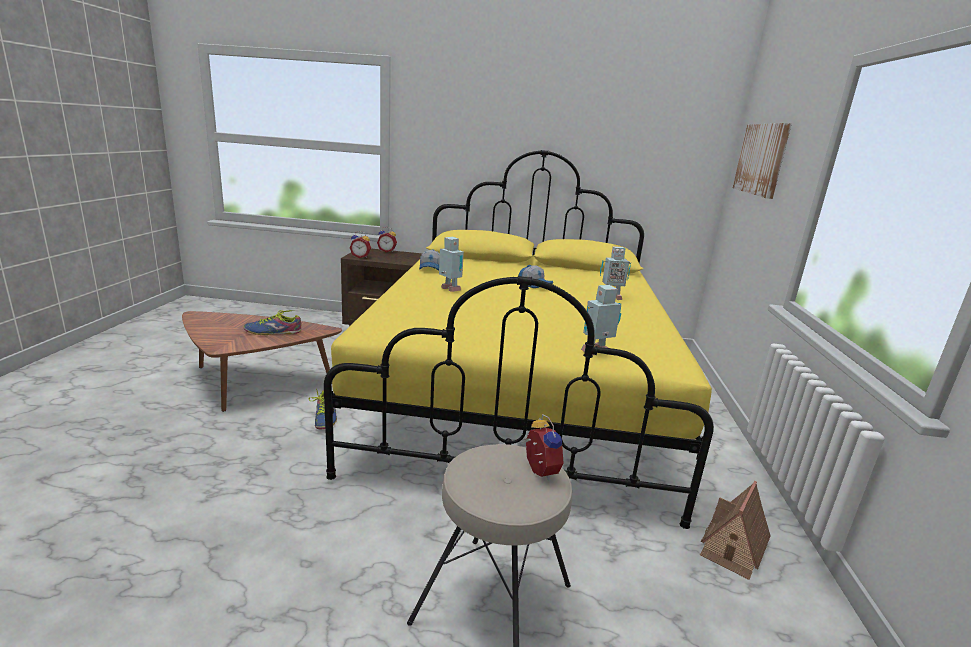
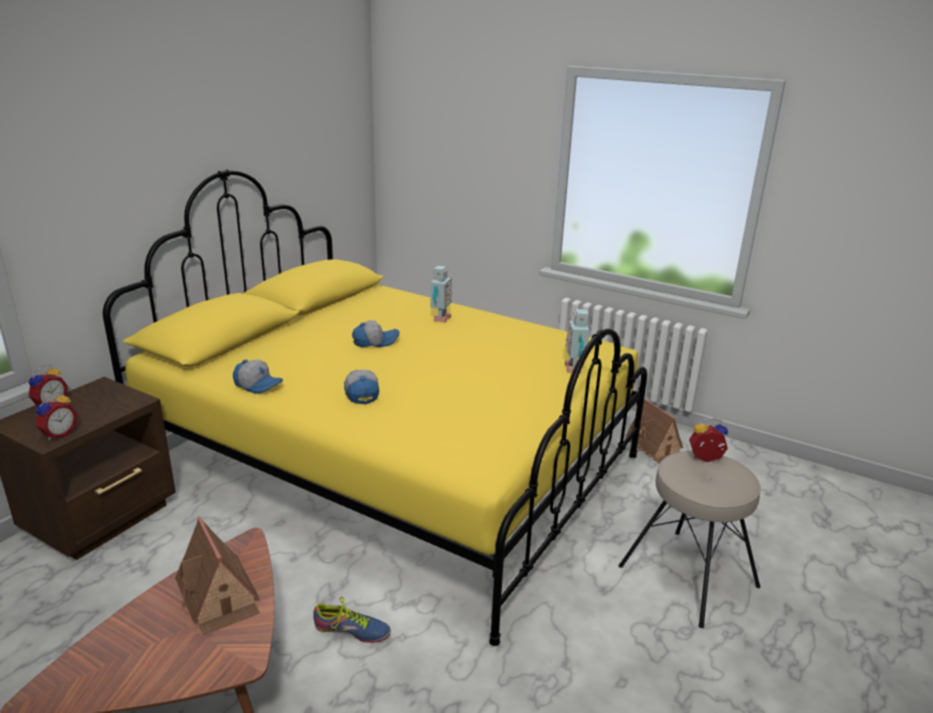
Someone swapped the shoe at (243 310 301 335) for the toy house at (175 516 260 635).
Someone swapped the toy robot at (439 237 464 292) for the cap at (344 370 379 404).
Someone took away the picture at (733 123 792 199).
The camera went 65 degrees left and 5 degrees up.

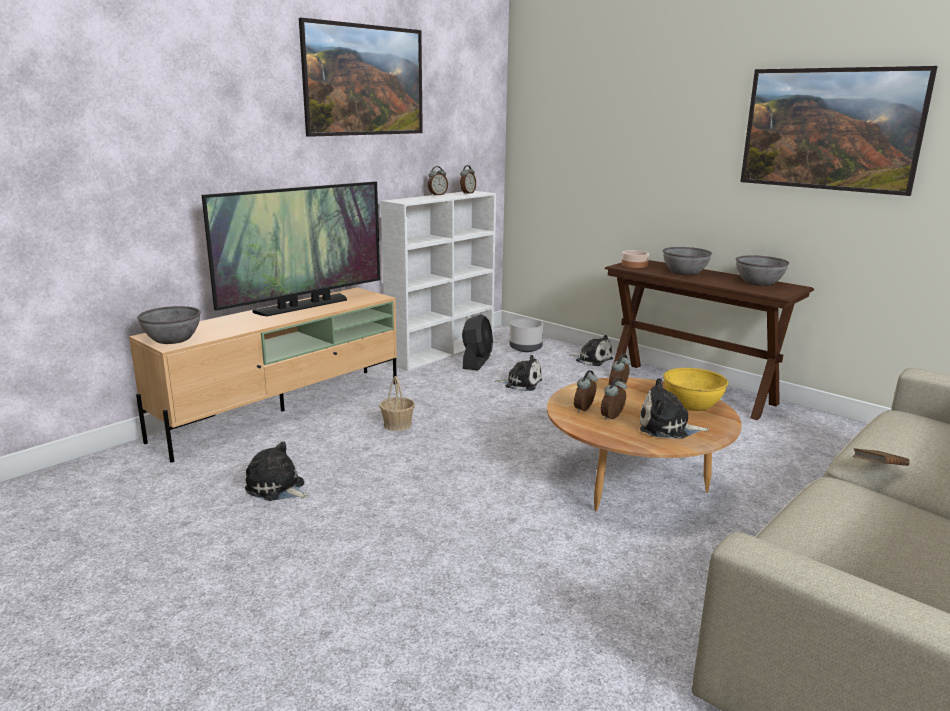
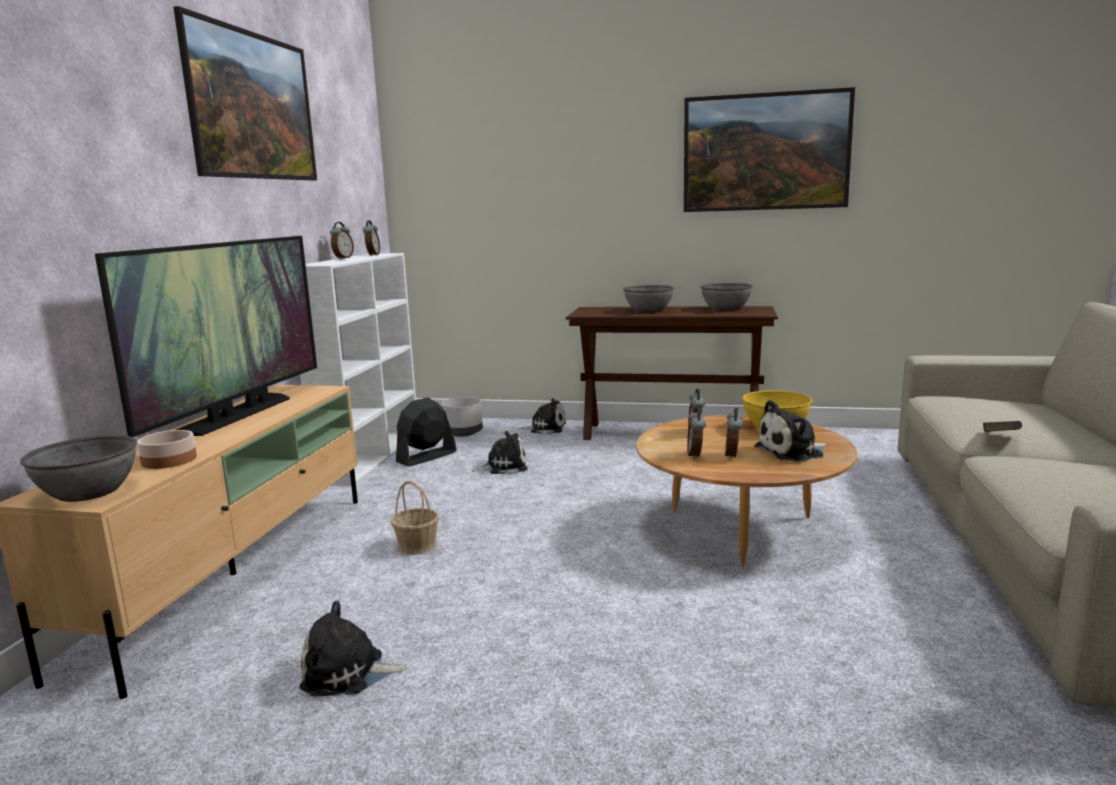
Someone rotated the black fan at (462 314 493 370) by 120 degrees counterclockwise.
Someone carried the bowl from (622 250 649 268) to (137 430 197 469).
The camera went 30 degrees left and 5 degrees down.

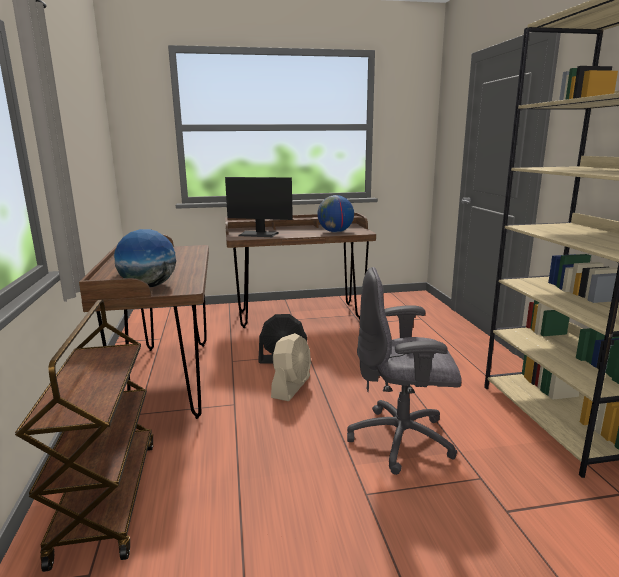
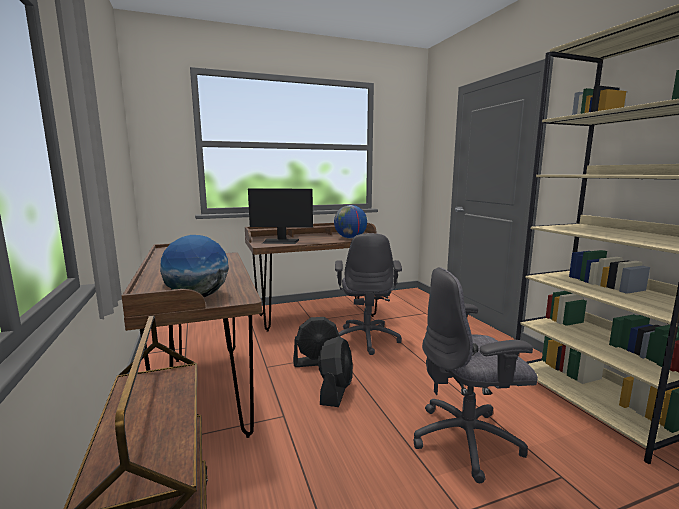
Someone repainted the beige fan at (271 333 311 401), which became the black fan at (318 336 353 407).
Someone put down the grey office chair at (335 233 402 355).
The camera went 10 degrees left and 5 degrees down.

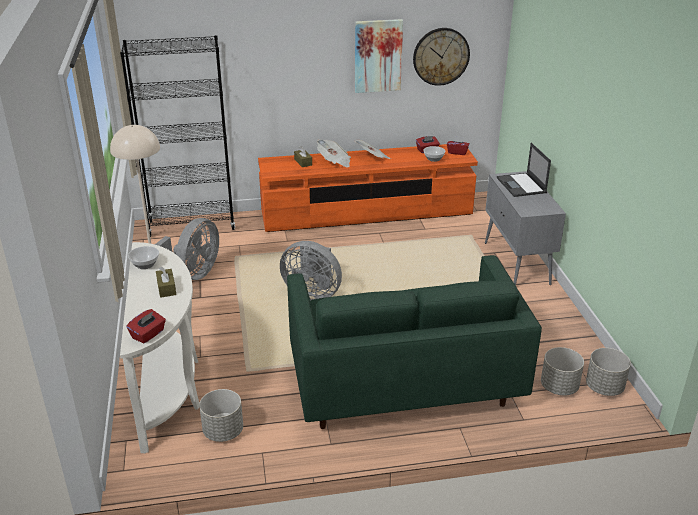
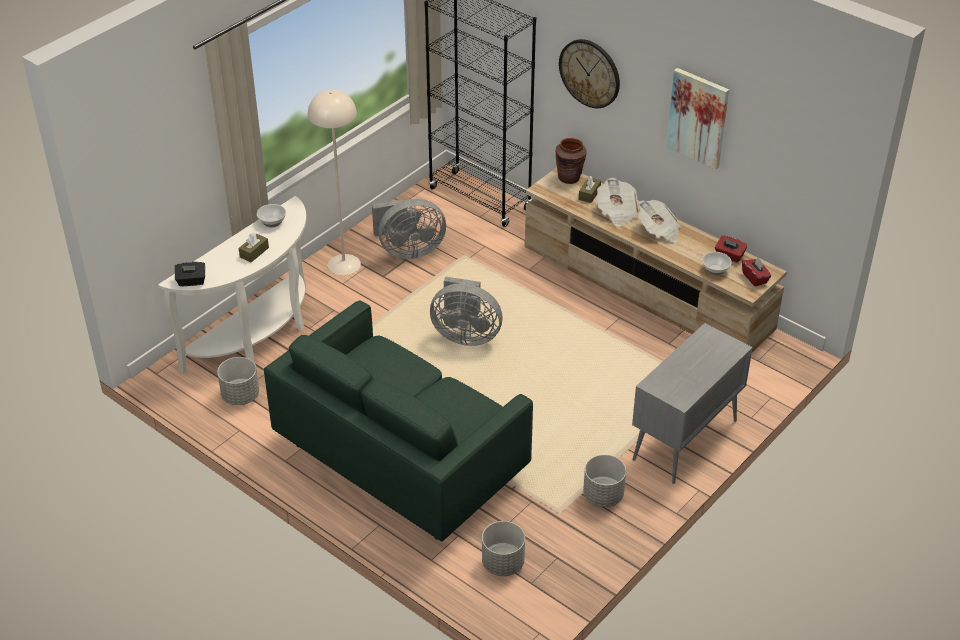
Someone repainted the red tissue box at (126 309 166 344), which became the black tissue box at (175 262 205 286).
Someone repainted the orange tv stand at (258 144 478 232), which became the beige tv stand at (525 167 787 352).
Someone rotated the grey fan at (280 241 342 301) by 60 degrees counterclockwise.
Someone carried the wall clock from (413 28 470 86) to (559 39 620 108).
Someone took away the laptop at (497 143 551 197).
Someone carried the grey planter from (586 348 631 396) to (583 455 626 507).
Someone put down the brown vase at (555 138 587 184).
The camera went 50 degrees right and 10 degrees up.

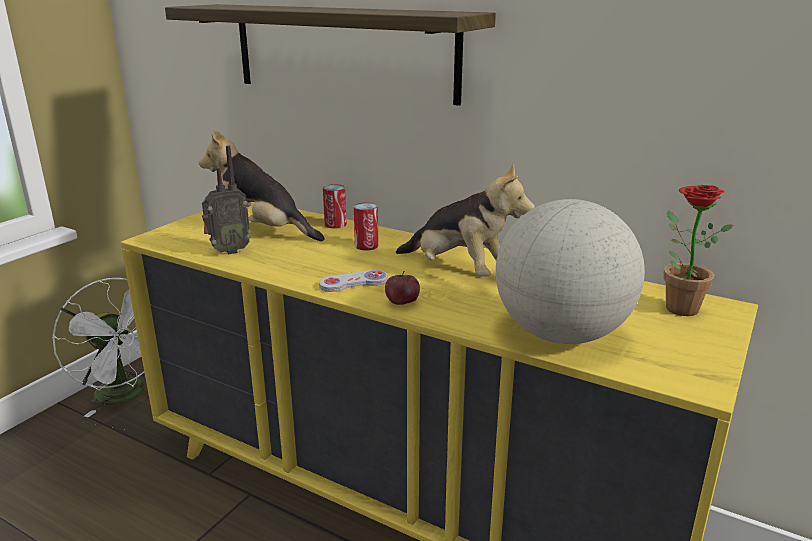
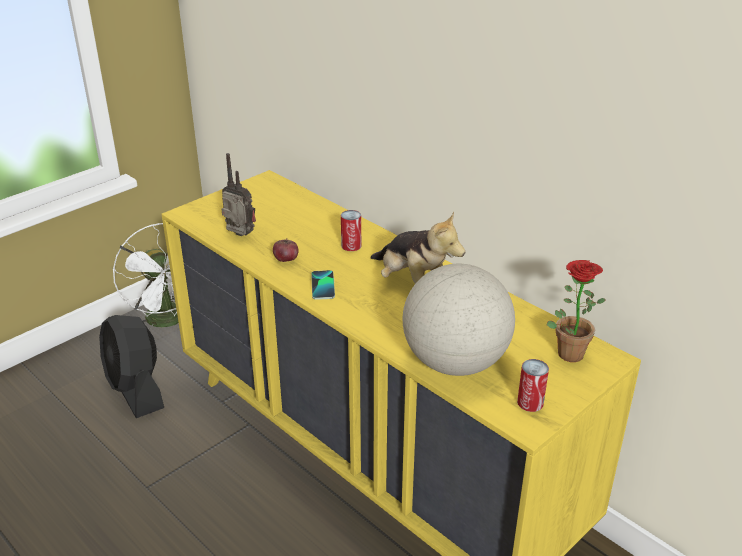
Someone took away the shelf at (165 4 496 106).
Someone took away the plush toy at (199 130 325 241).
Someone rotated the radio at (202 146 251 254) by 135 degrees counterclockwise.
Someone swapped the white game controller at (319 270 388 292) for the phone at (311 270 335 300).
Someone carried the can from (323 184 347 228) to (517 359 549 412).
Someone carried the apple from (385 271 420 305) to (273 238 299 262).
Someone put down the black fan at (99 315 164 418).
The camera went 15 degrees right and 10 degrees up.

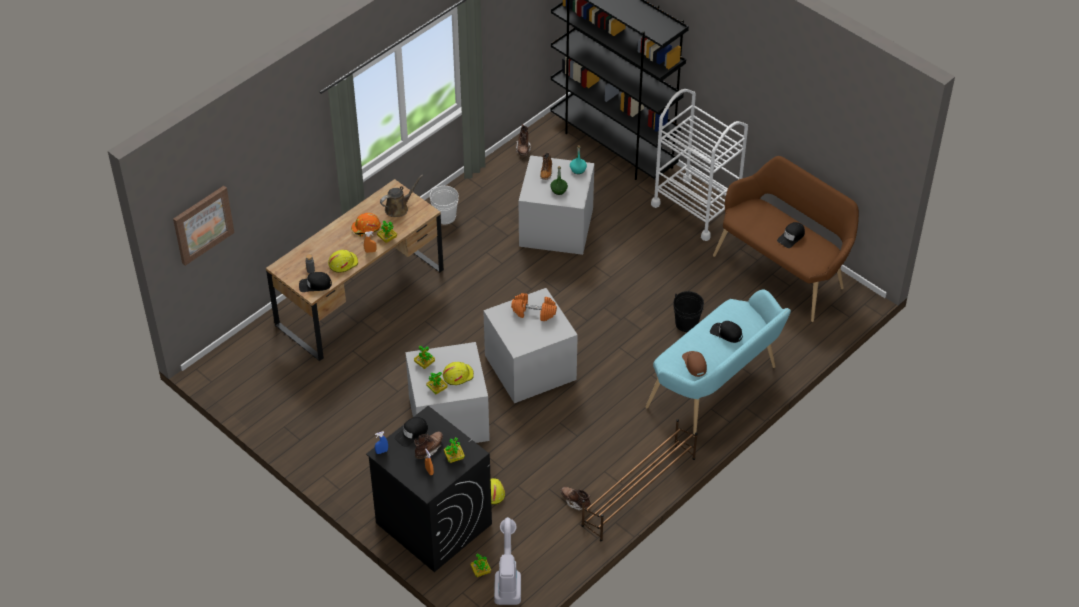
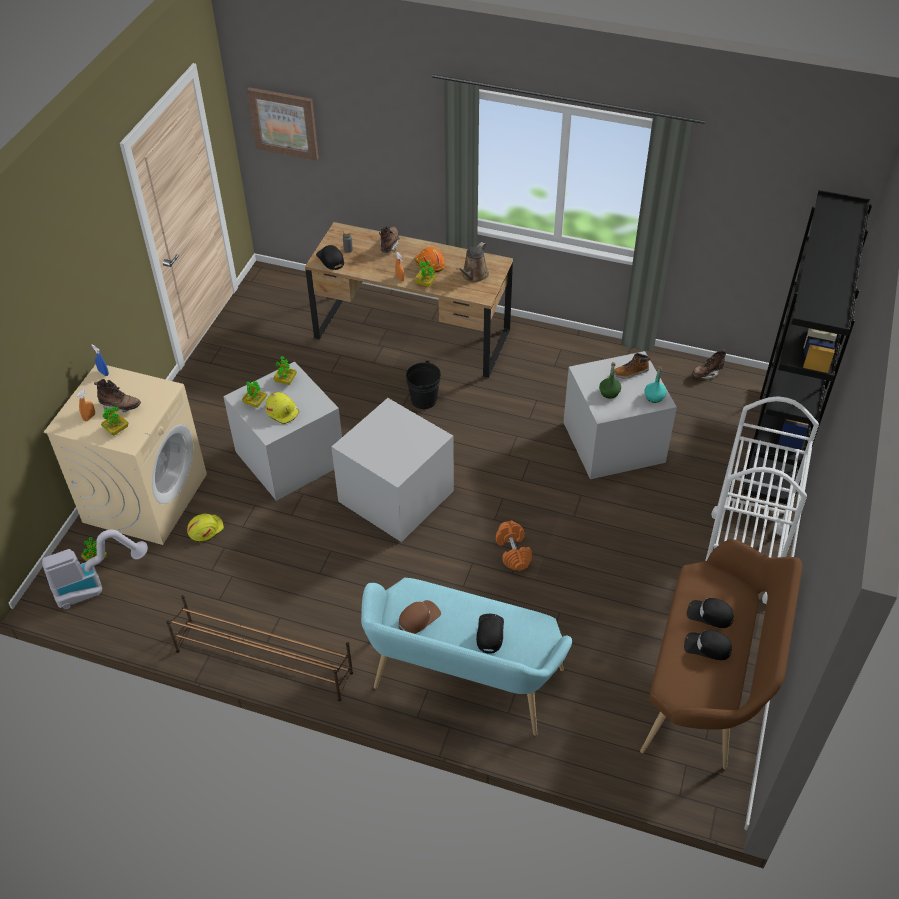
Someone took away the yellow hard hat at (328 250 358 273).
Someone repainted the black washing machine at (366 406 492 572), which became the beige washing machine at (44 365 207 545).
Someone rotated the brown watering can at (380 175 423 217) by 90 degrees clockwise.
Someone carried the black cap from (395 417 428 447) to (687 598 734 628).
Someone took away the white bucket at (430 186 459 224).
Someone carried the orange dumbbell from (511 293 557 321) to (496 521 532 571).
Someone carried the brown boot from (560 487 591 511) to (379 226 400 253).
Someone carried the black bucket from (673 291 704 332) to (406 361 441 409).
The camera went 65 degrees right and 0 degrees up.

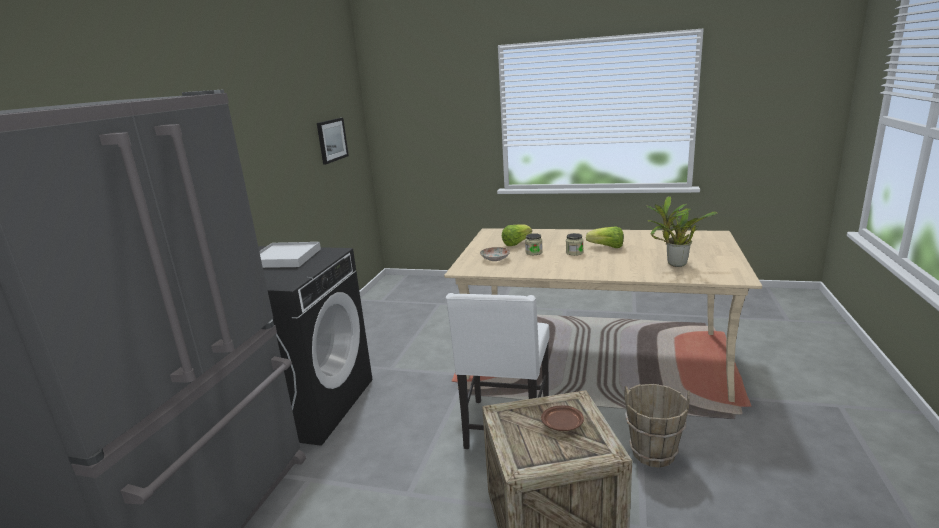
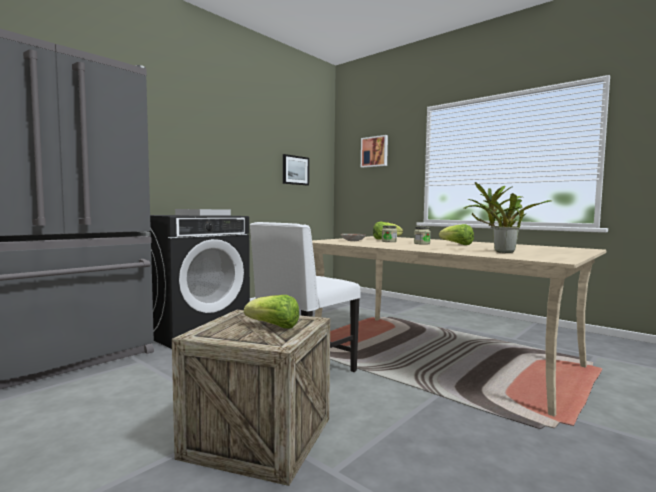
Someone swapped the brown plate at (541 405 584 431) for the lettuce at (244 295 299 328).
Someone took away the brown bucket at (624 384 690 468).
Someone put up the picture at (361 135 388 168).
The camera went 25 degrees right and 15 degrees down.

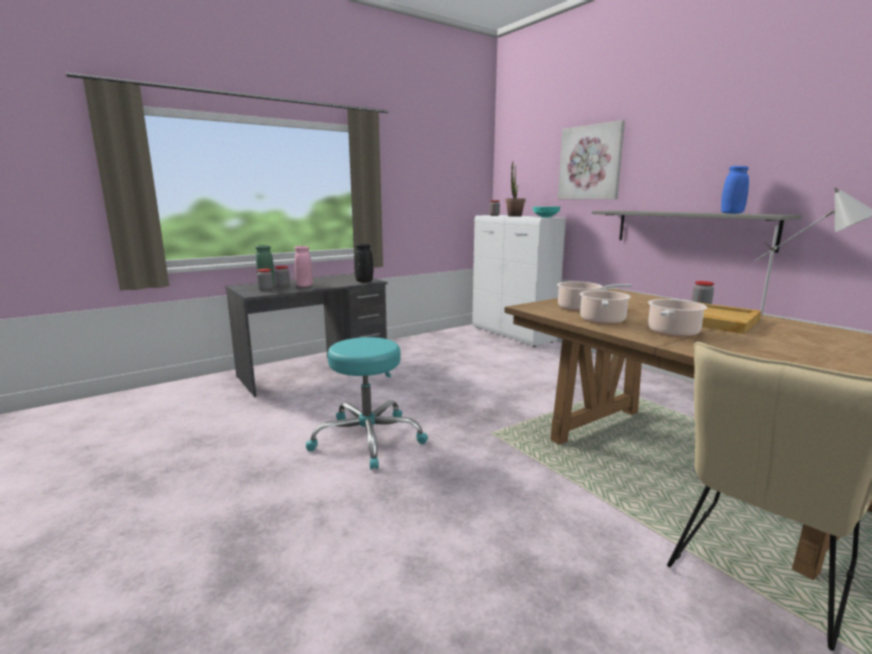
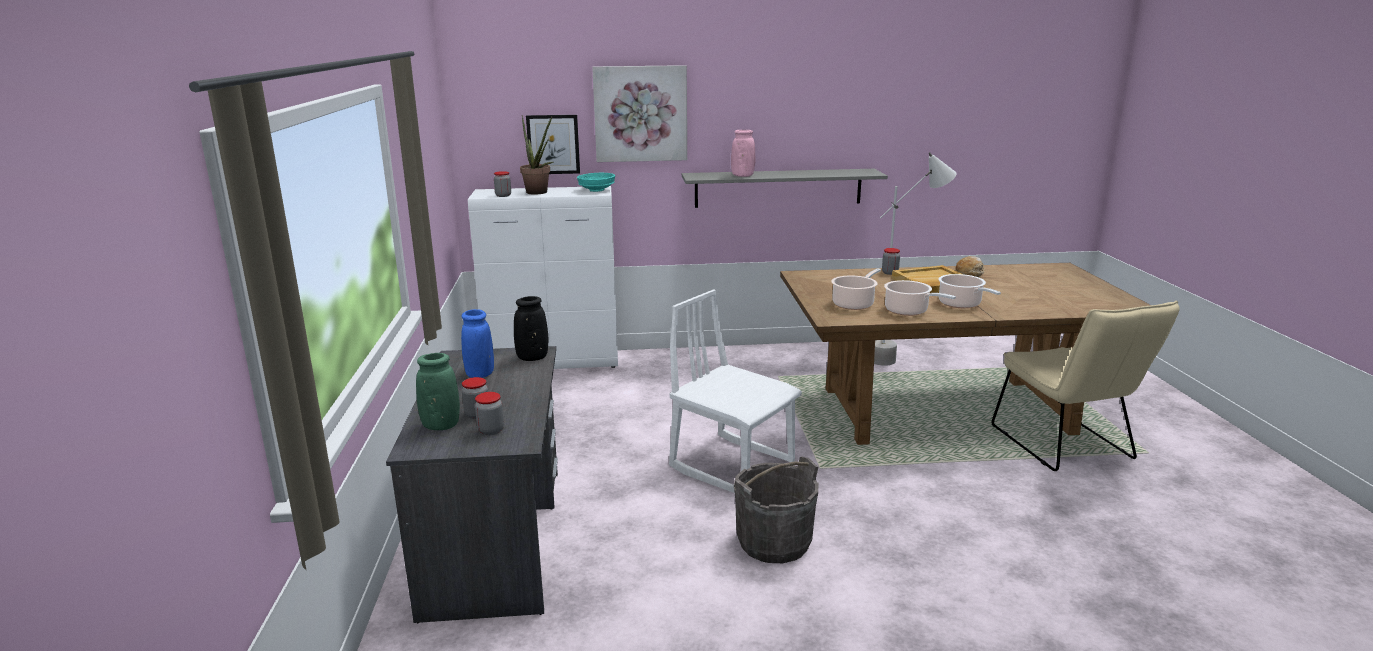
Someone carried the pink vase from (294 246 313 287) to (731 130 755 177).
Someone swapped the turquoise stool at (306 337 428 470) for the grey bucket at (734 456 819 563).
Someone carried the blue vase from (721 166 749 214) to (461 309 494 378).
Someone put up the picture at (526 115 580 174).
Someone put down the white chair at (669 290 802 493).
Someone put down the bread at (955 256 985 277).
The camera went 60 degrees left and 5 degrees up.

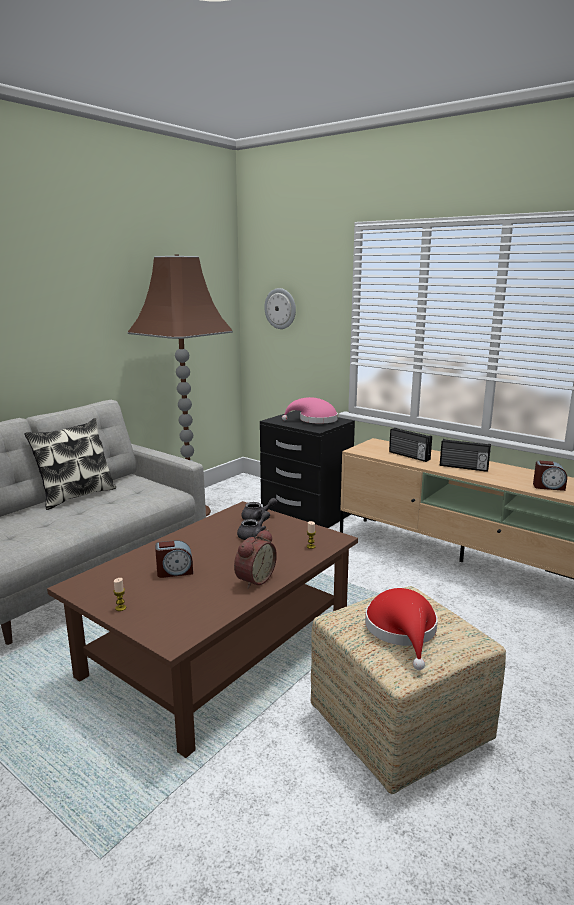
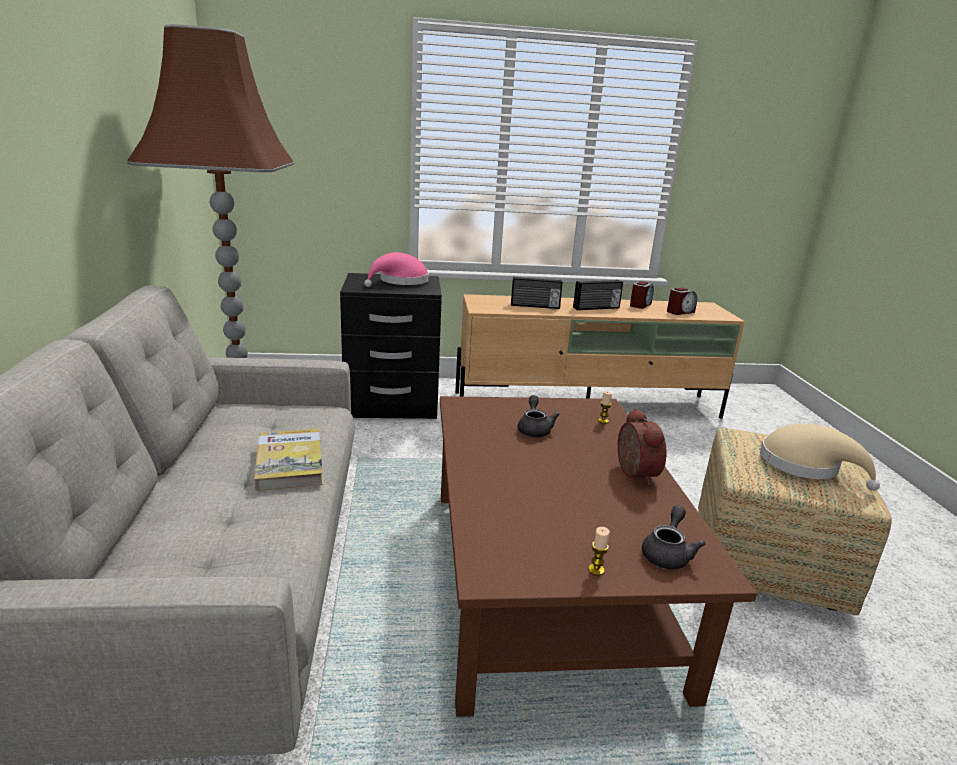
Someone took away the pillow at (24 418 116 510).
Someone carried the alarm clock from (155 540 193 578) to (630 281 654 309).
Someone carried the grey teapot from (241 498 277 521) to (642 505 706 569).
Someone took away the wall clock at (264 288 296 329).
Someone repainted the red hat at (365 588 438 670), which became the beige hat at (760 424 880 491).
Someone put down the book at (254 429 323 491).
The camera went 45 degrees left and 5 degrees up.

